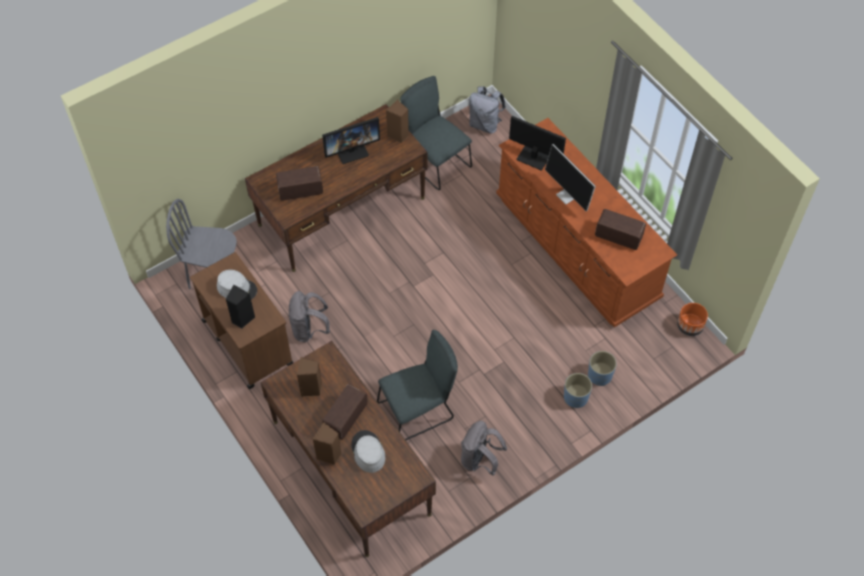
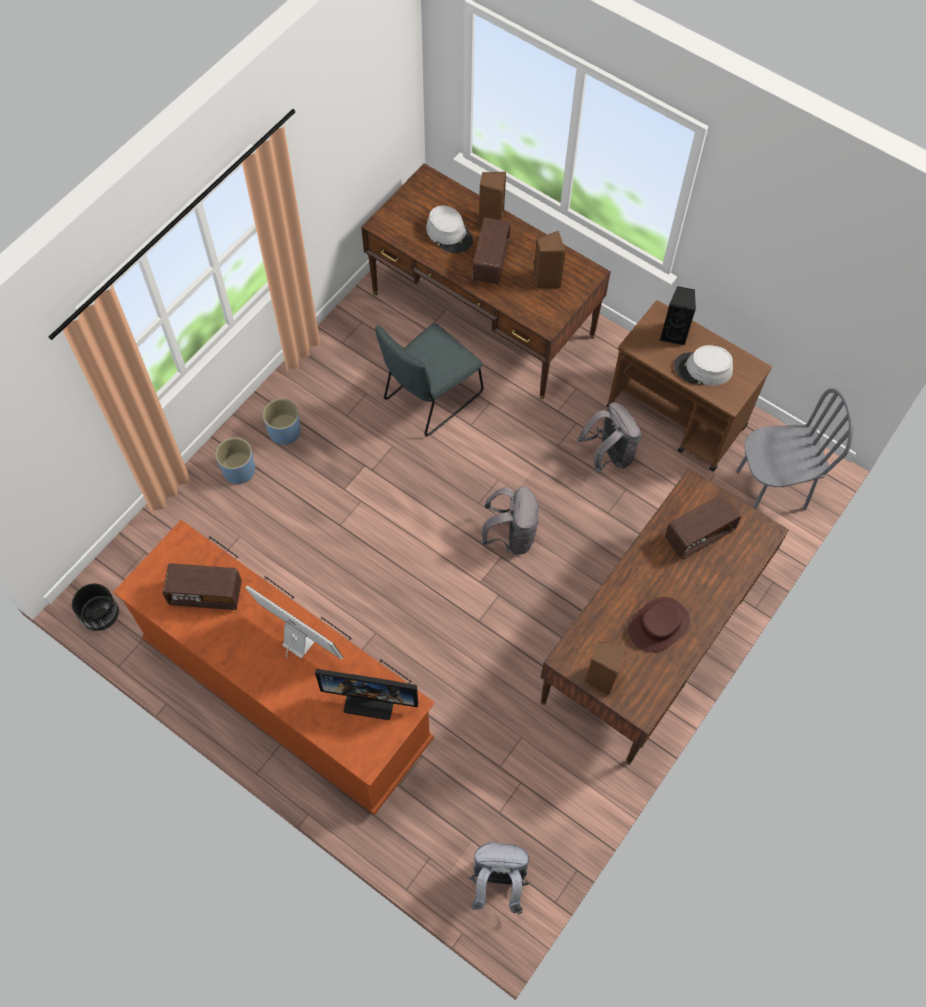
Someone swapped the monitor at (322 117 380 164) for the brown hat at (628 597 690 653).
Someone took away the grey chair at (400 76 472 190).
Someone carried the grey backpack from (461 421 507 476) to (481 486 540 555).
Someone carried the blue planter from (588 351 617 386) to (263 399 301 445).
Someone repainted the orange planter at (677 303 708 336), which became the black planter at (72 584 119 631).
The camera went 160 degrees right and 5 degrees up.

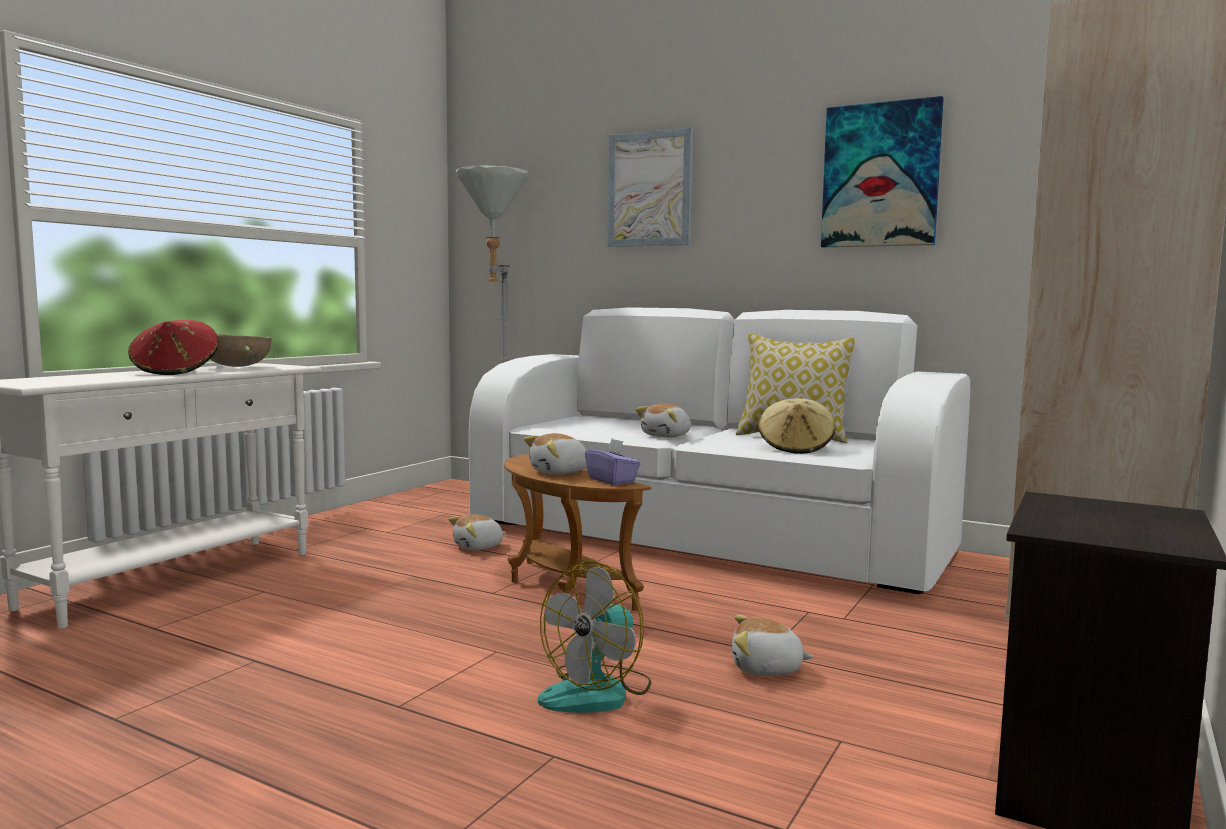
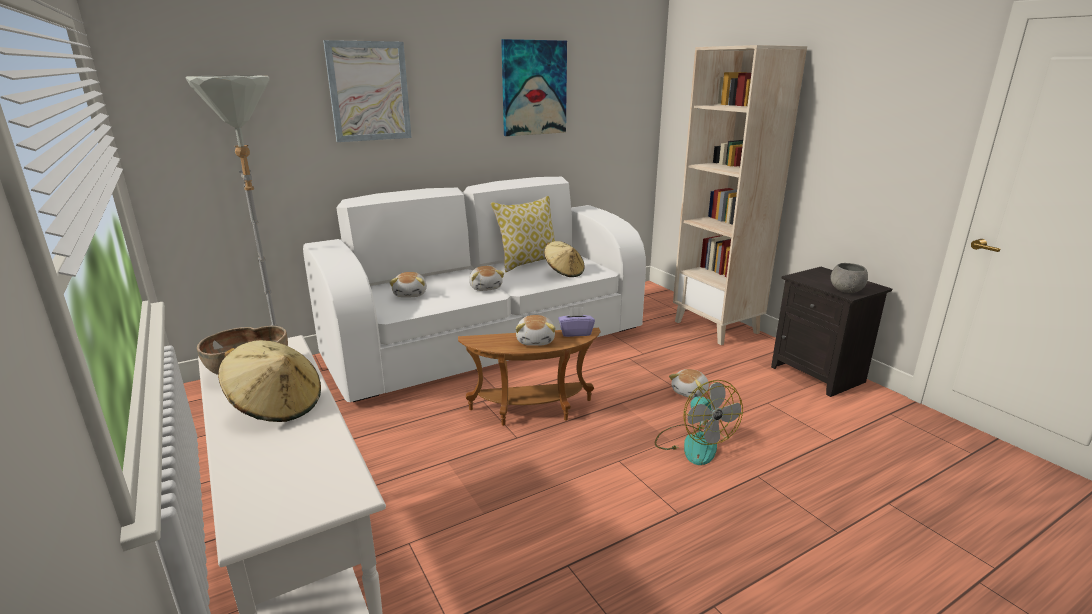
Someone repainted the red hat at (128 320 218 375), which became the beige hat at (218 340 321 422).
Someone carried the plush toy from (448 514 506 551) to (389 272 427 298).
Someone put down the grey bowl at (831 263 868 293).
The camera went 60 degrees left and 15 degrees up.

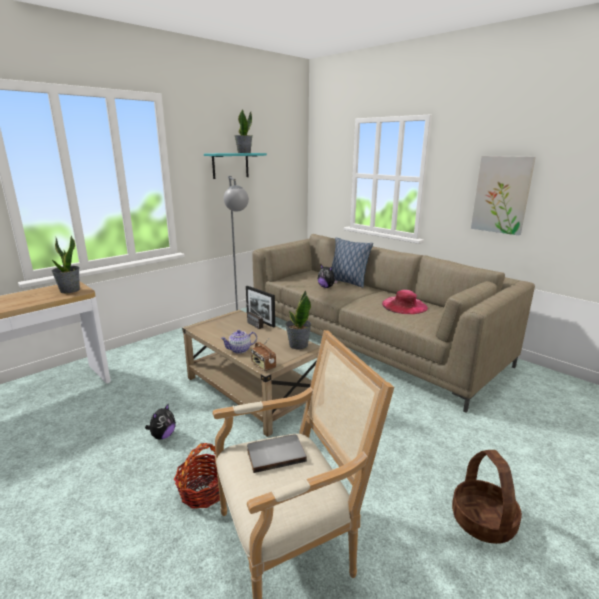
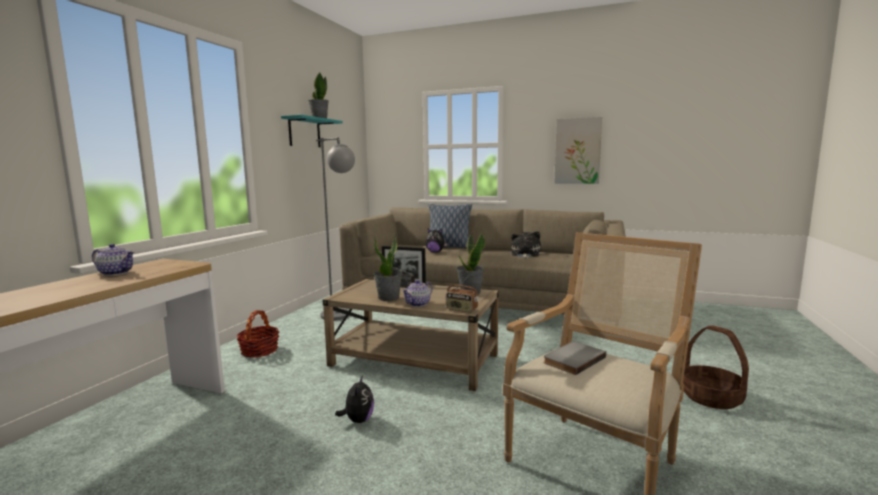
Someone carried the potted plant from (51 236 80 293) to (374 234 403 301).
Someone carried the basket from (174 443 220 509) to (237 310 279 358).
Someone swapped the pink hat at (382 290 428 314) for the plush toy at (511 231 541 259).
Someone put down the teapot at (92 244 135 276).
The camera went 25 degrees left and 10 degrees down.

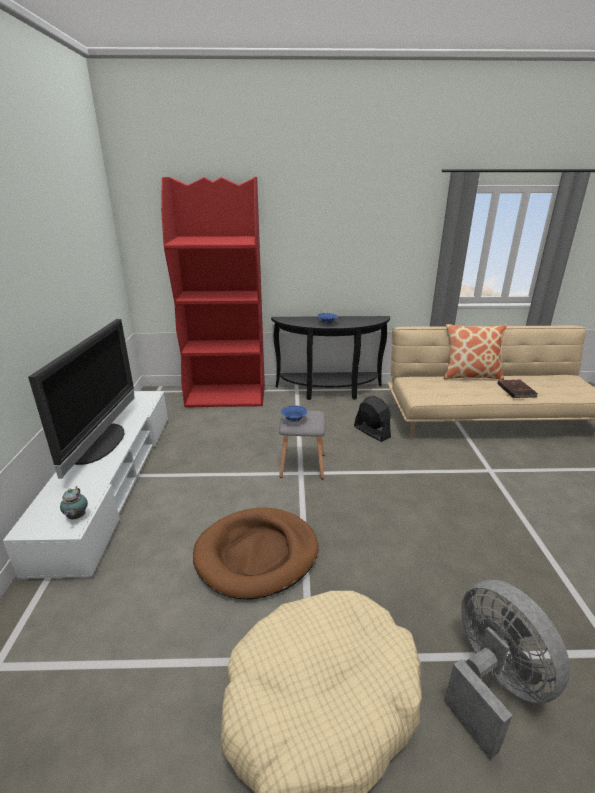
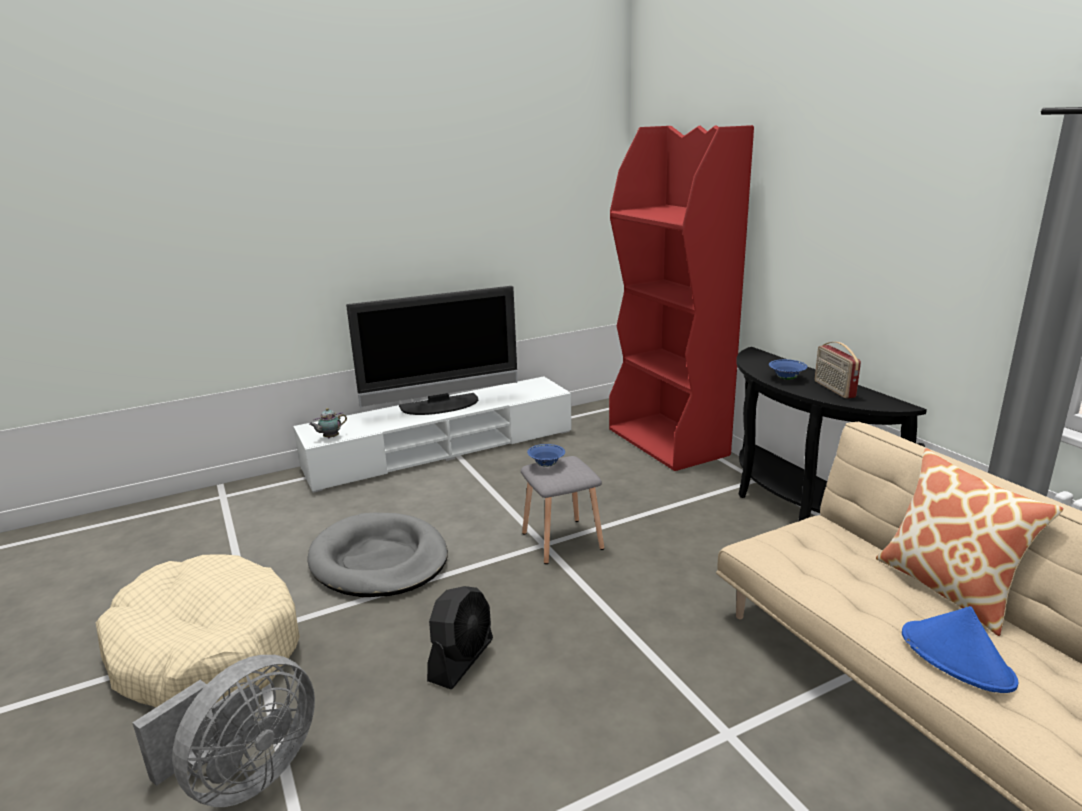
Someone repainted the brown dog bed at (193 508 318 599), which became the grey dog bed at (307 512 448 597).
Someone carried the black fan from (354 395 391 442) to (427 586 493 689).
Someone swapped the brown book at (498 380 538 398) for the blue hat at (902 606 1018 693).
Someone put down the radio at (815 342 861 399).
The camera went 65 degrees right and 5 degrees down.

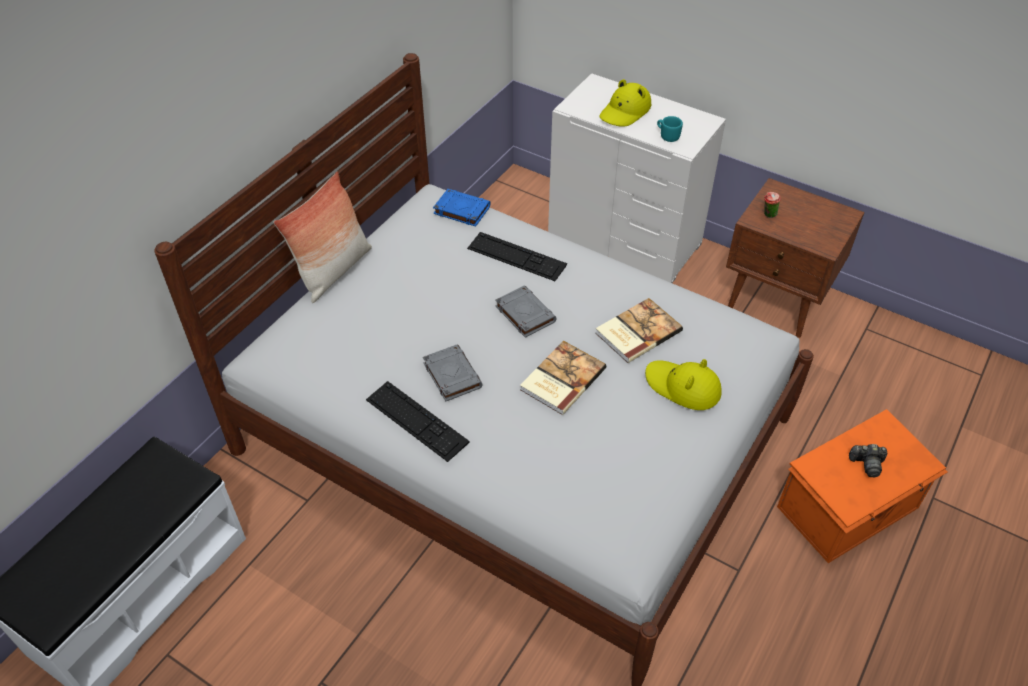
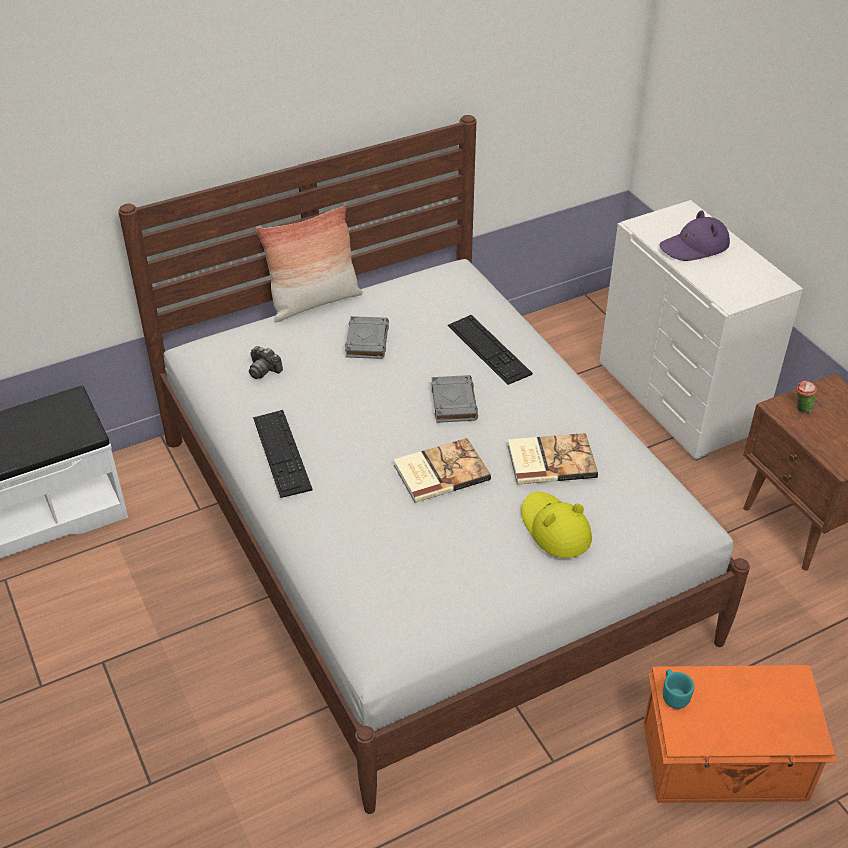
Someone carried the grey book from (423 345 483 401) to (345 316 389 359).
Someone took away the blue book at (433 189 490 227).
Someone repainted the yellow hat at (600 79 651 127), which became the purple hat at (660 210 730 261).
Someone carried the turquoise mug from (657 116 683 142) to (663 669 694 709).
Someone carried the photo camera from (849 444 887 477) to (249 346 283 379).
The camera went 30 degrees right and 5 degrees down.

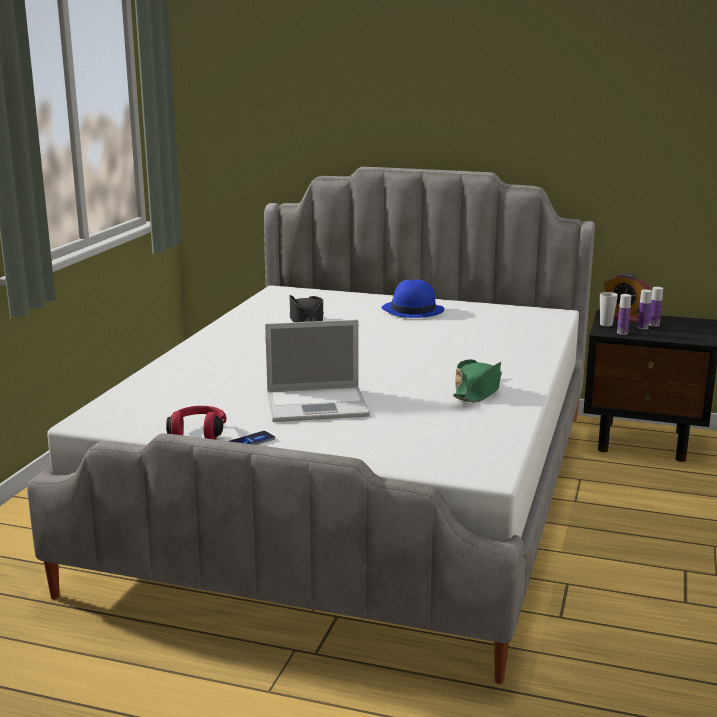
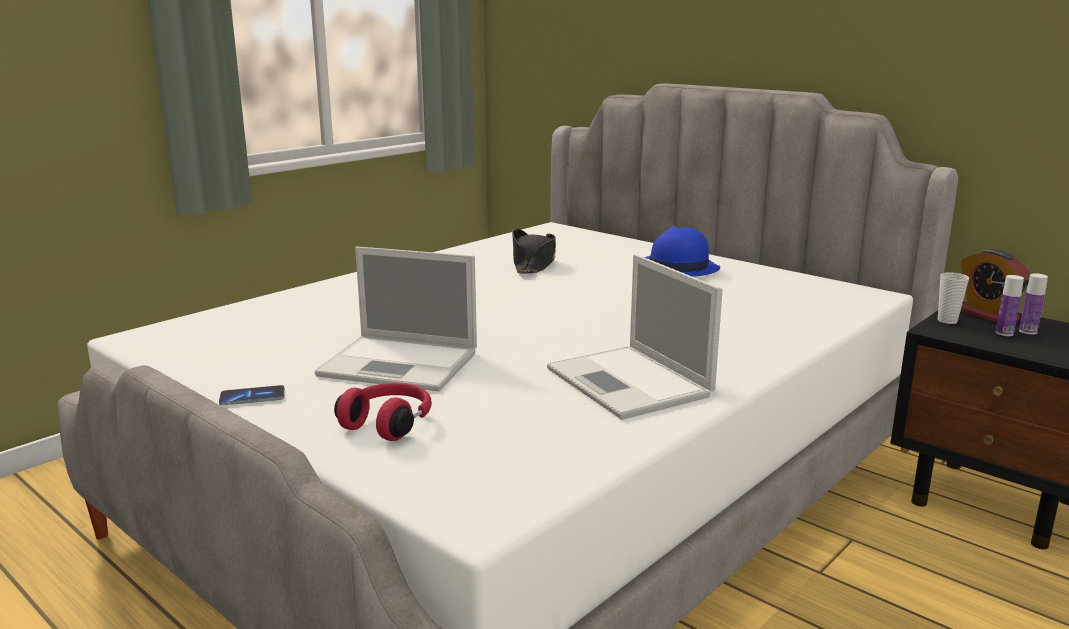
Someone carried the red headphones from (166 406 227 440) to (334 383 432 441).
Someone swapped the green hat at (453 359 502 402) for the laptop at (547 254 723 420).
Someone took away the bottle at (617 294 631 335).
The camera went 25 degrees right and 0 degrees up.

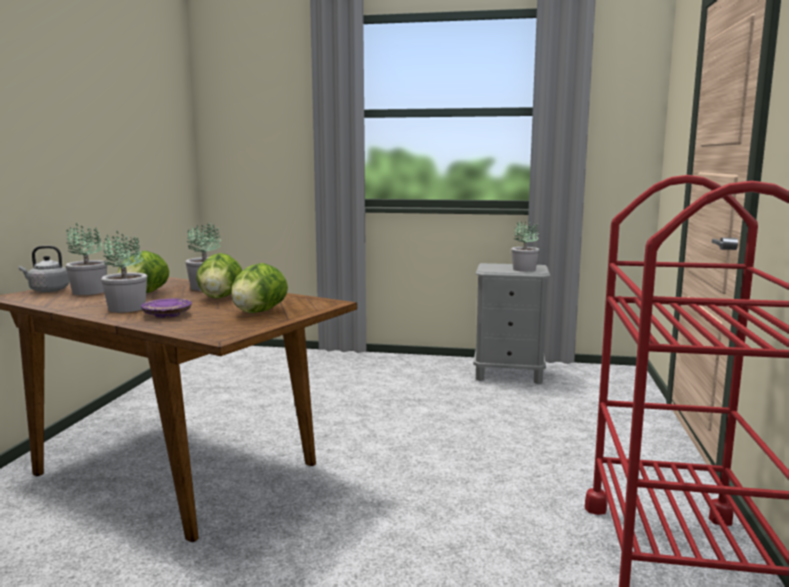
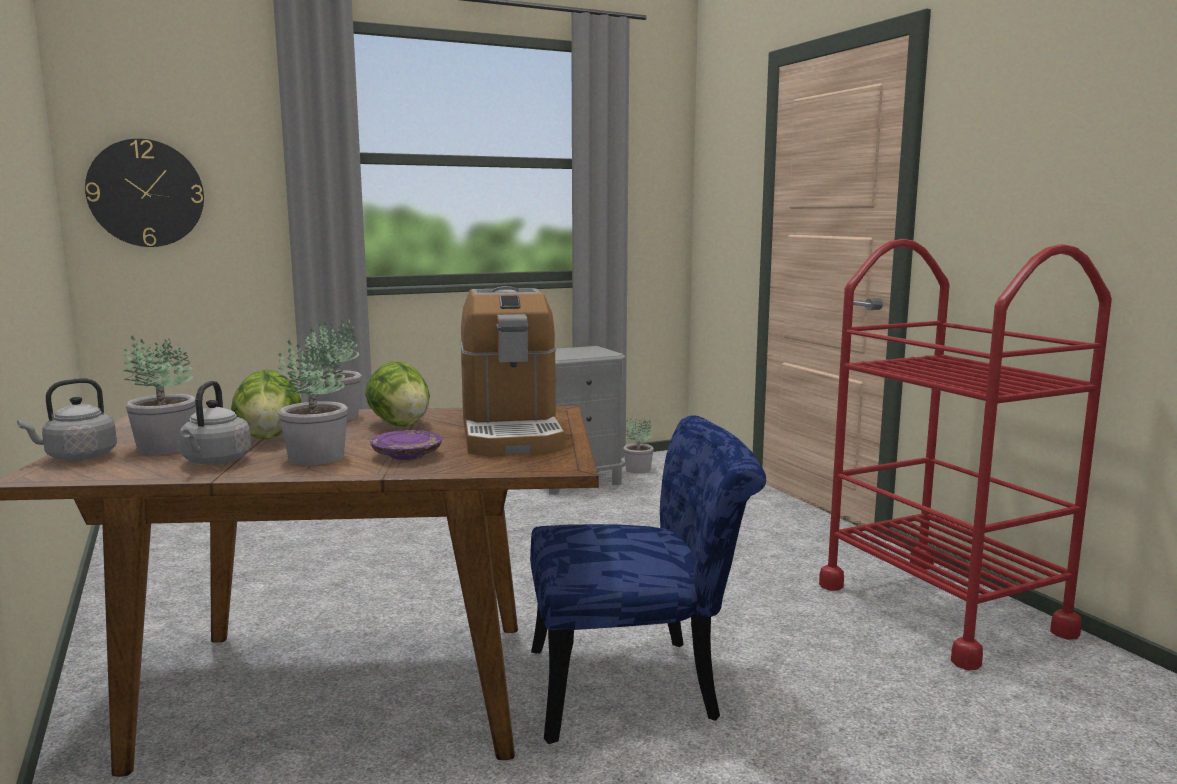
Someone swapped the lettuce at (231 263 288 313) for the coffee machine at (460 286 565 457).
Someone carried the potted plant from (511 221 539 272) to (623 418 654 474).
Someone put up the wall clock at (85 139 204 247).
Someone put down the grey kettle at (180 381 251 465).
Someone put down the blue chair at (530 415 766 744).
The camera went 35 degrees left and 0 degrees up.

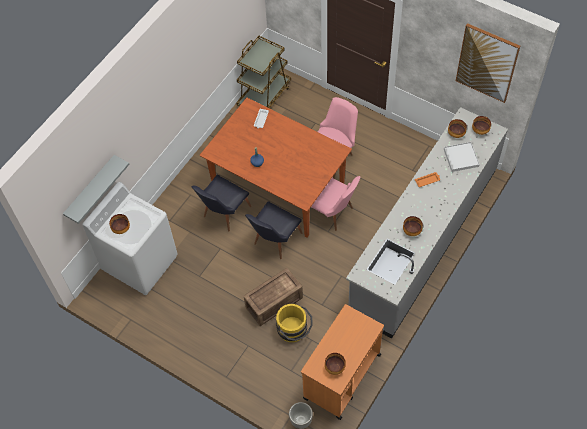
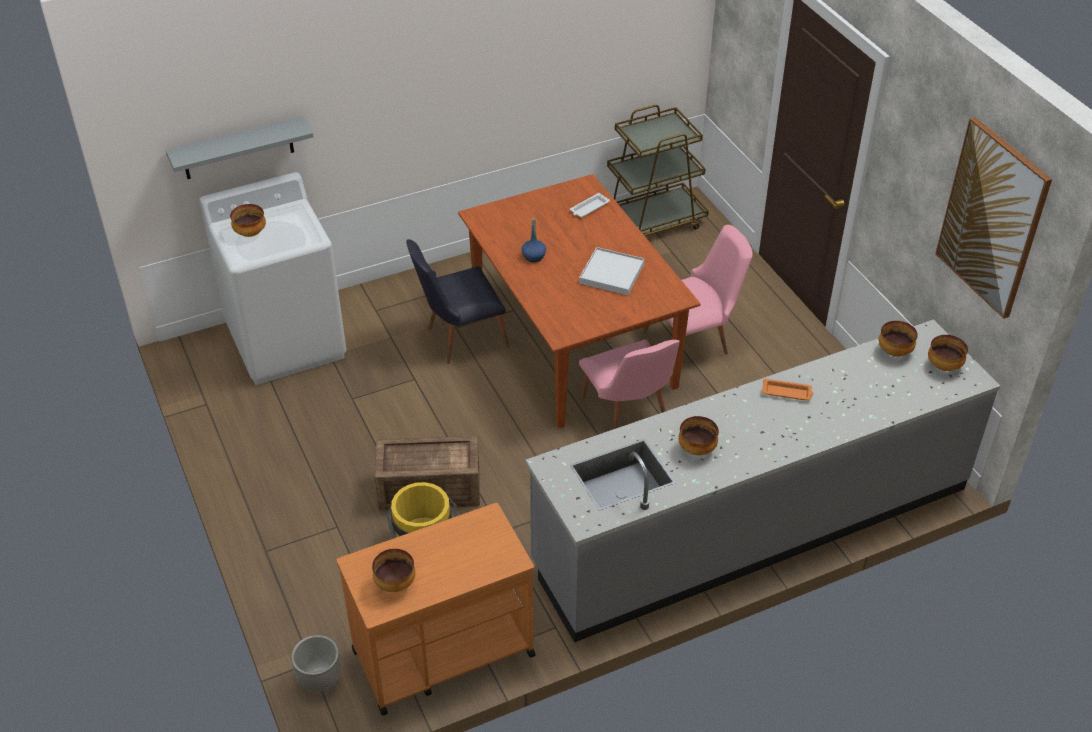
Someone took away the black chair at (245 201 302 259).
Someone carried the white tray from (444 142 480 172) to (579 247 645 295).
The camera went 30 degrees right and 15 degrees down.

